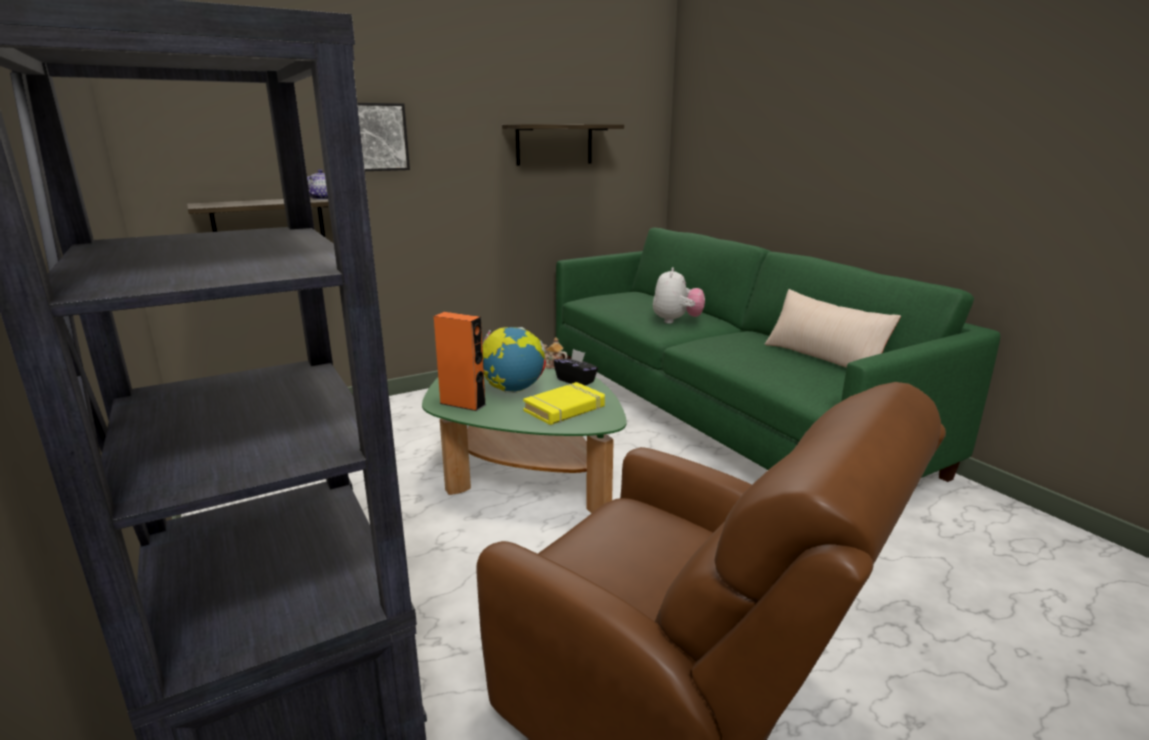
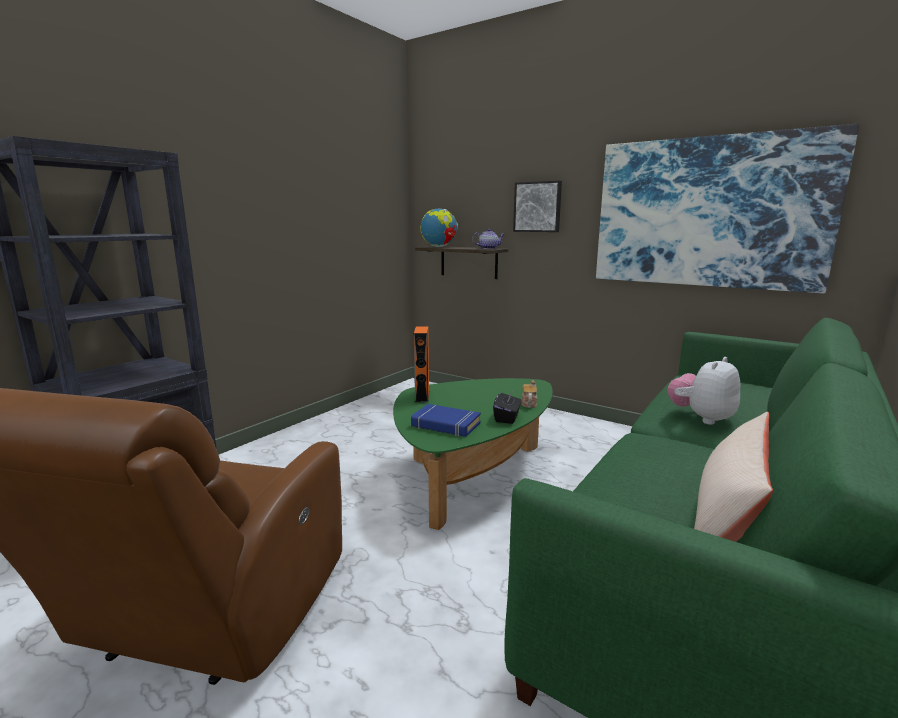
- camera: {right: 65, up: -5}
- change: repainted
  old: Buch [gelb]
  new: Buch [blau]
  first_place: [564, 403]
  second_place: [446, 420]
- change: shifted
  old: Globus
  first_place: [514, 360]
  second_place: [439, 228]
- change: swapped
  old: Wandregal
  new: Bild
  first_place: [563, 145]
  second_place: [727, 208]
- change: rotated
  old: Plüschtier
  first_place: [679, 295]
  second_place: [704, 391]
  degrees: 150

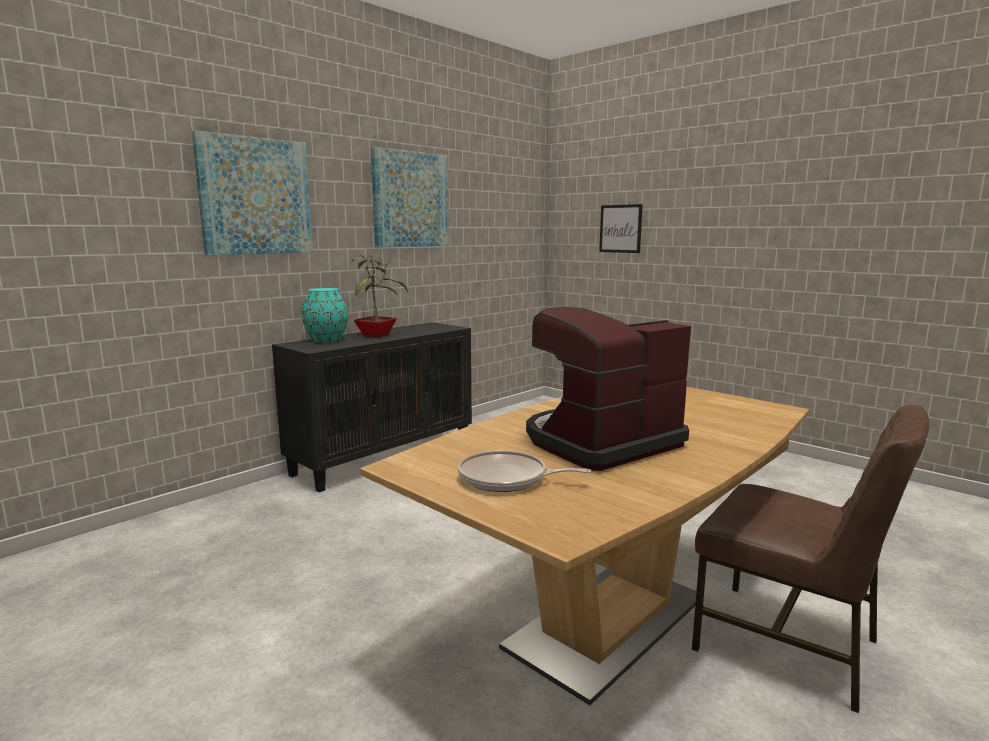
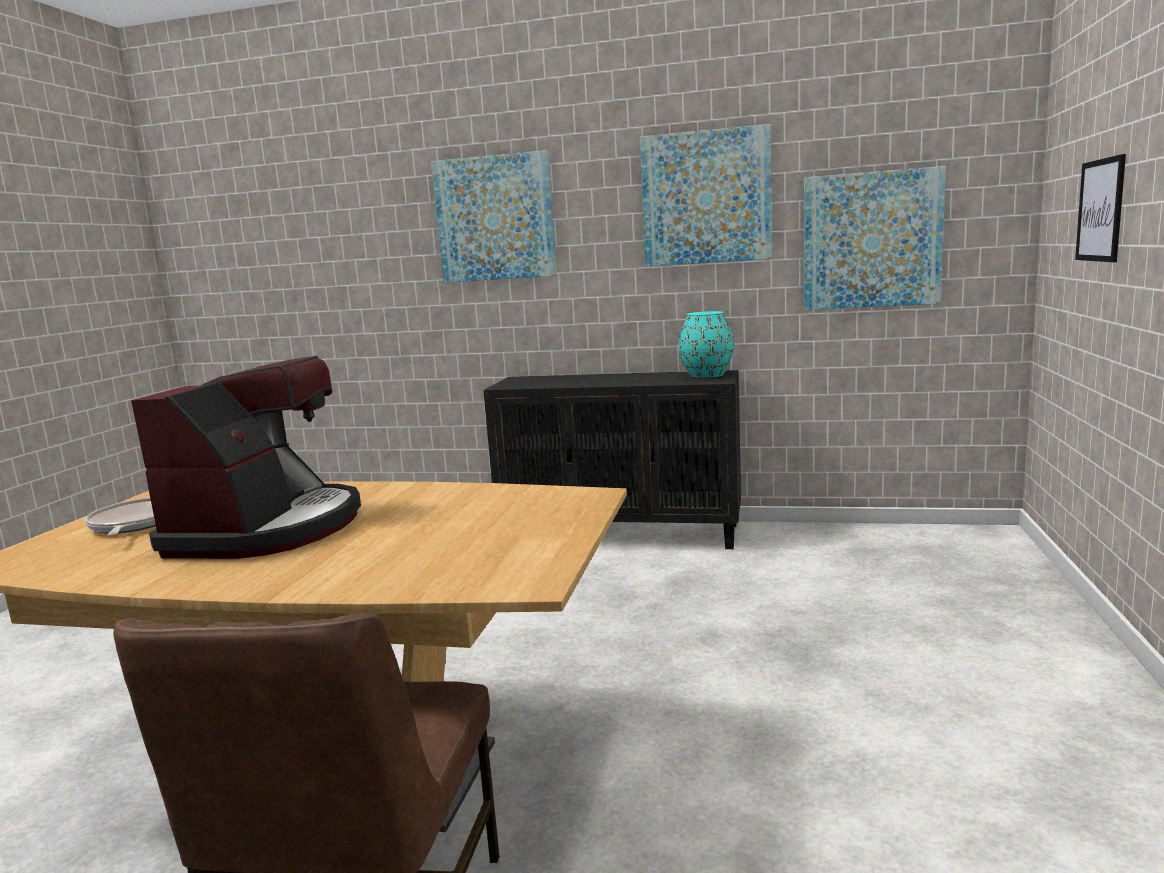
- camera: {right: 60, up: 0}
- change: rotated
  old: Kaffeemaschine
  first_place: [608, 389]
  second_place: [246, 457]
  degrees: 75
- change: shifted
  old: Vase [türkis]
  first_place: [325, 315]
  second_place: [706, 344]
- change: new
  new: Bild
  second_place: [875, 238]
- change: gone
  old: Topfpflanze
  first_place: [379, 296]

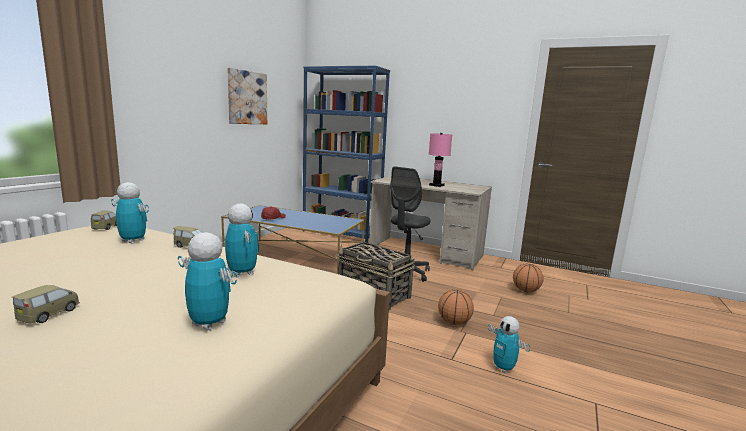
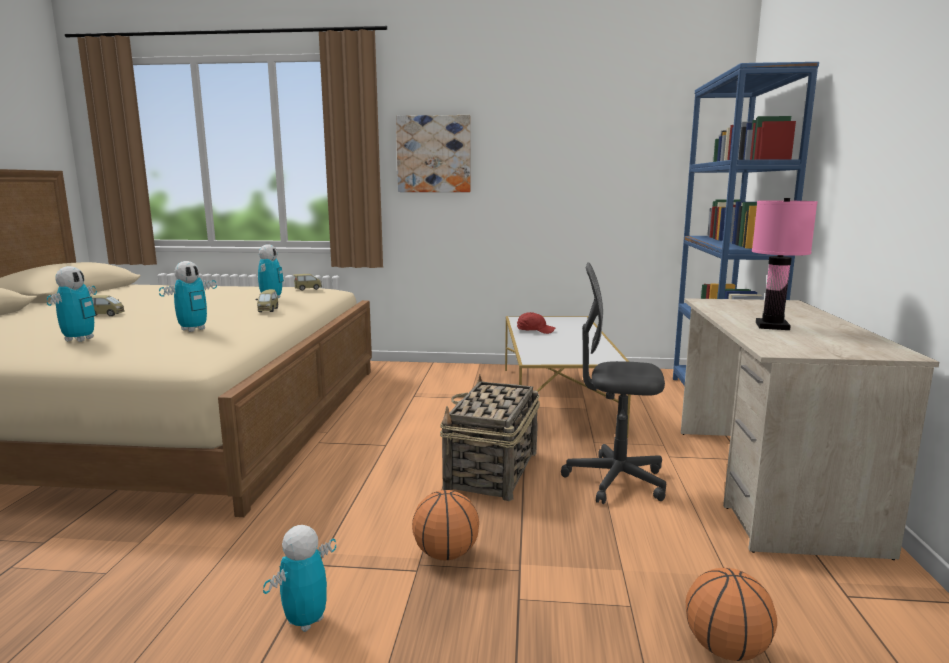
- camera: {right: 70, up: 0}
- change: shifted
  old: Bild
  first_place: [247, 96]
  second_place: [433, 153]
- change: repainted
  old: Couchtisch [blau]
  new: Couchtisch [weiß]
  first_place: [293, 239]
  second_place: [568, 377]

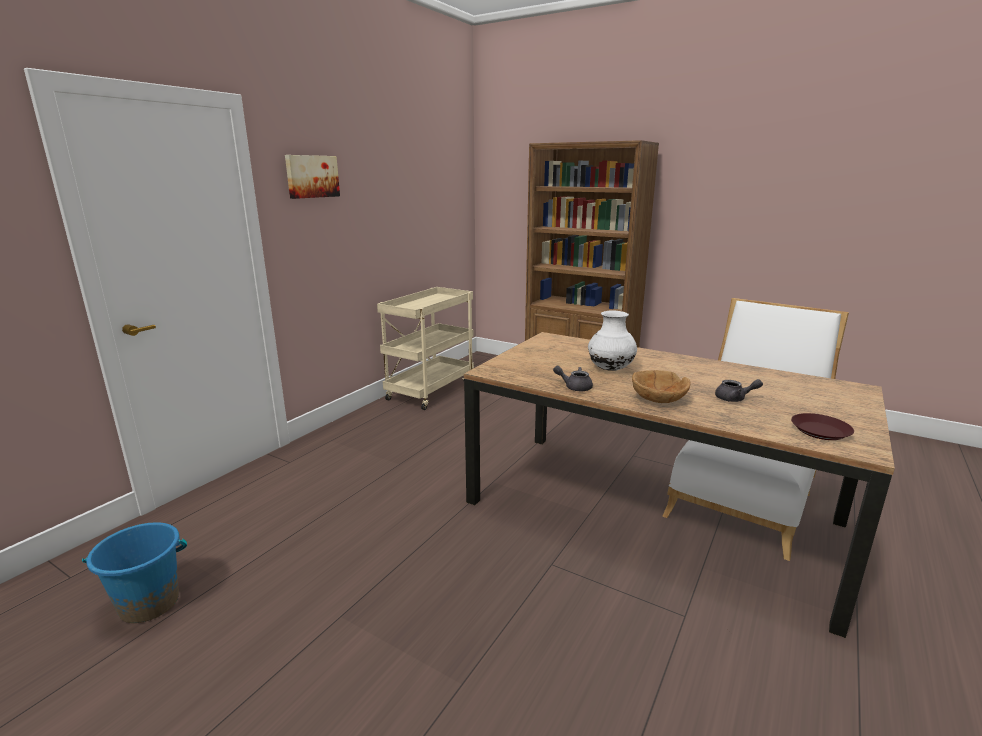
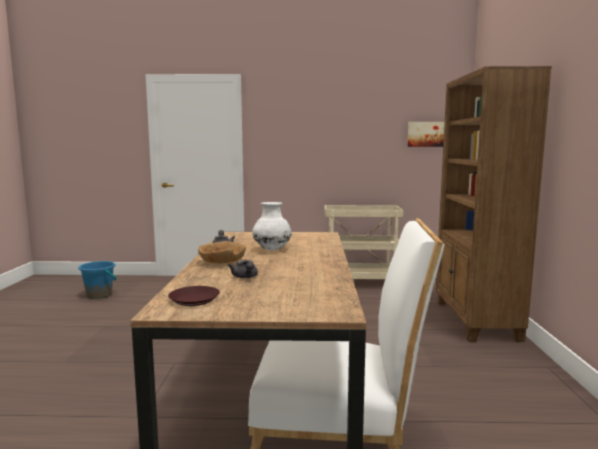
- camera: {right: 60, up: -10}
- change: shifted
  old: Bild
  first_place: [312, 177]
  second_place: [426, 134]

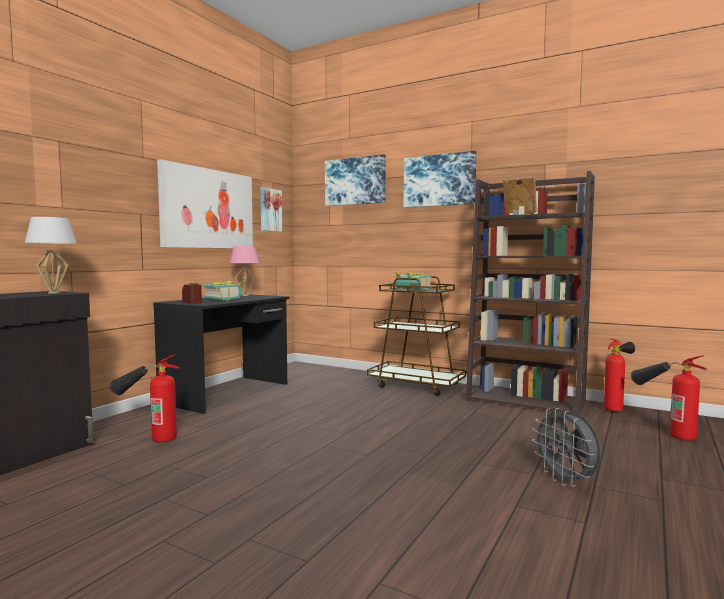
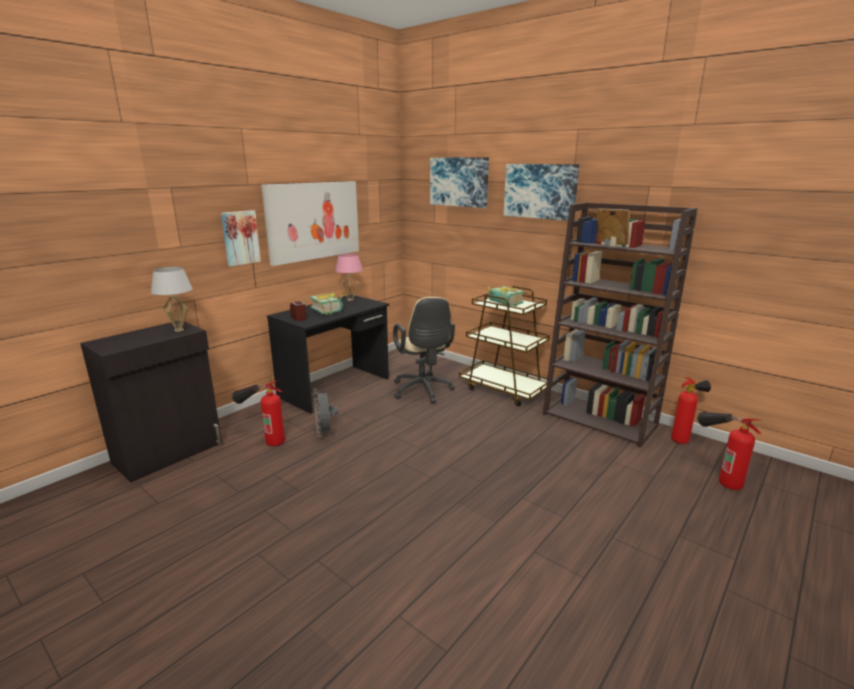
- camera: {right: 10, up: 15}
- change: shifted
  old: Bild
  first_place: [271, 209]
  second_place: [241, 238]
- change: shifted
  old: Ventilator [grau]
  first_place: [566, 447]
  second_place: [325, 412]
- change: new
  new: Bürostuhl [beige]
  second_place: [424, 350]

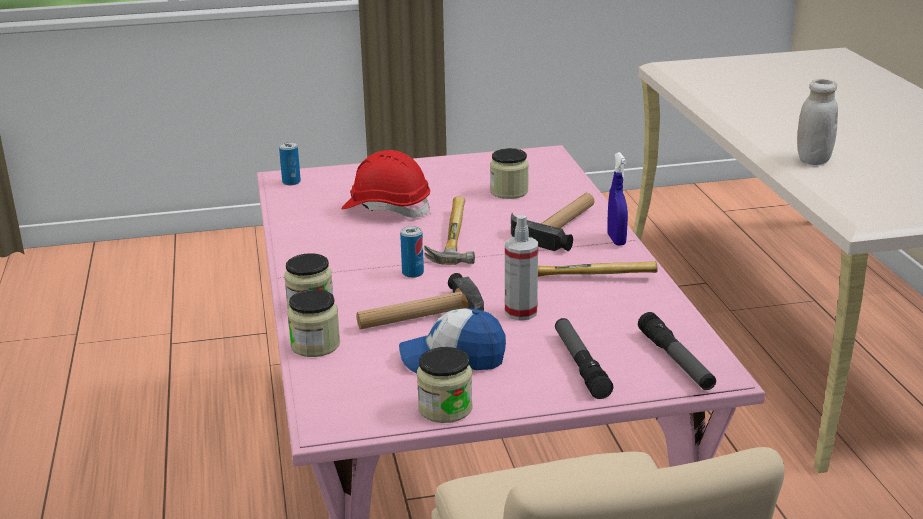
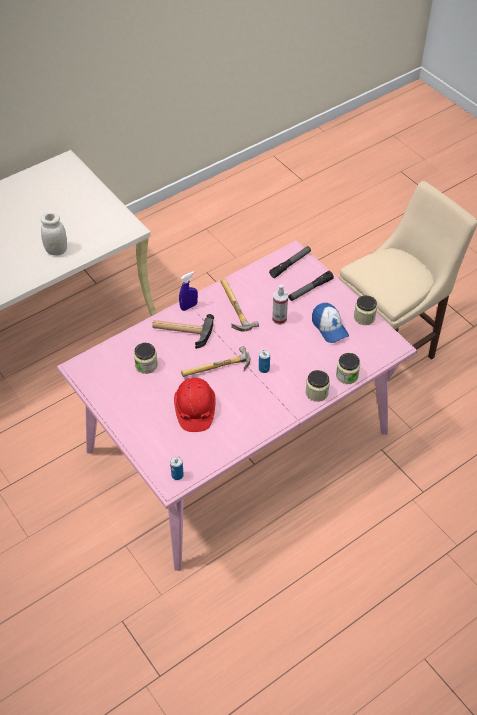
- camera: {right: -115, up: 25}
- change: gone
  old: Hammer
  first_place: [420, 301]

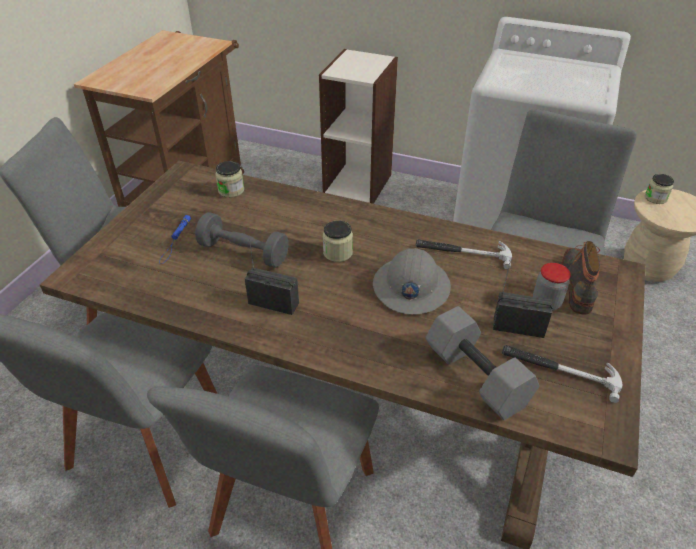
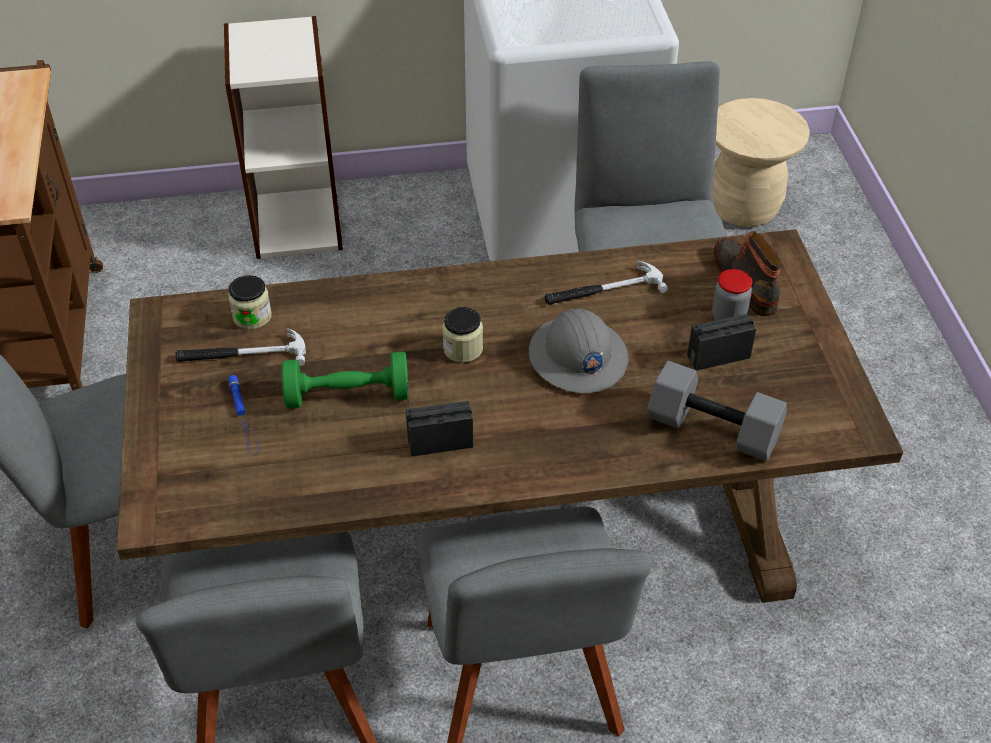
- camera: {right: -30, up: 5}
- change: shifted
  old: Hammer
  first_place: [562, 374]
  second_place: [240, 347]
- change: repainted
  old: Hantel [grau]
  new: Hantel [grün]
  first_place: [242, 240]
  second_place: [345, 380]
- change: gone
  old: Vorratsglas
  first_place: [659, 189]

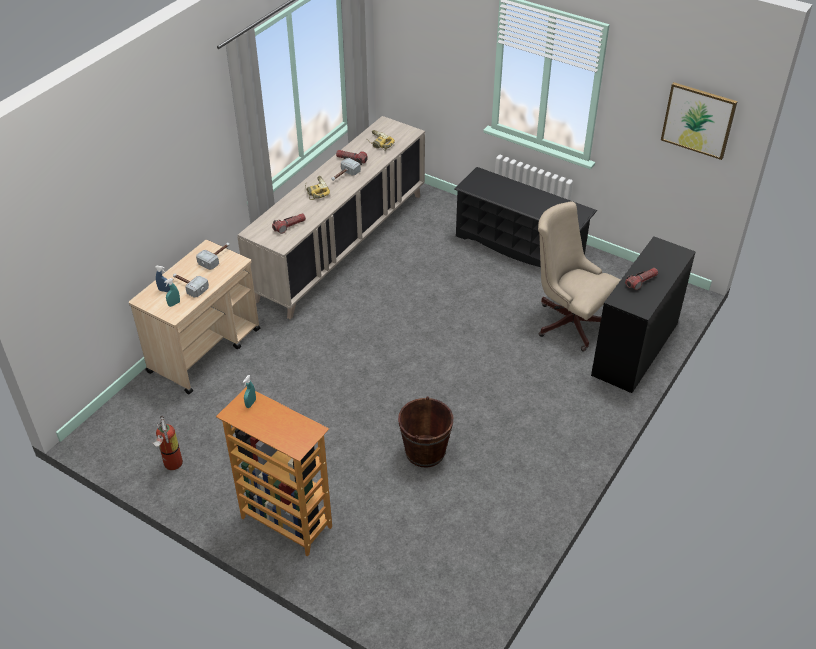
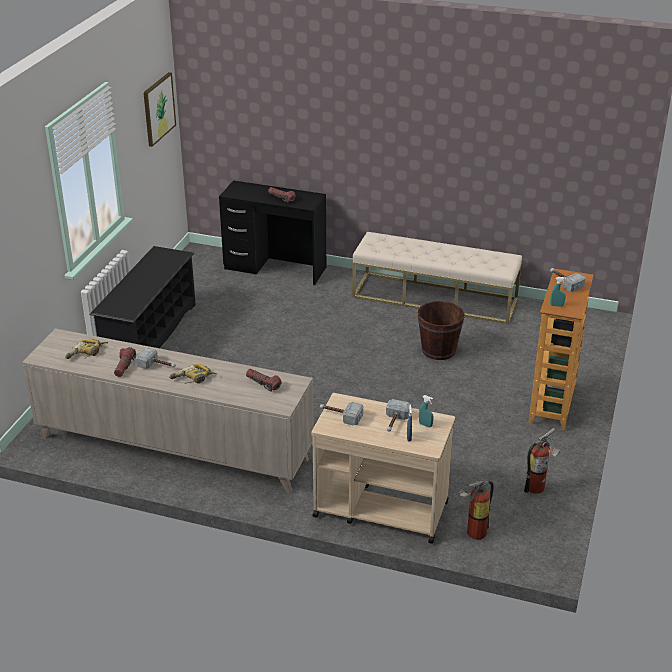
- camera: {right: -105, up: -10}
- change: new
  new: Bank [beige]
  second_place: [437, 278]
- change: new
  new: Feuerlöscher
  second_place: [476, 509]
- change: new
  new: Hammer
  second_place: [568, 280]
- change: gone
  old: Bürostuhl [beige]
  first_place: [579, 277]

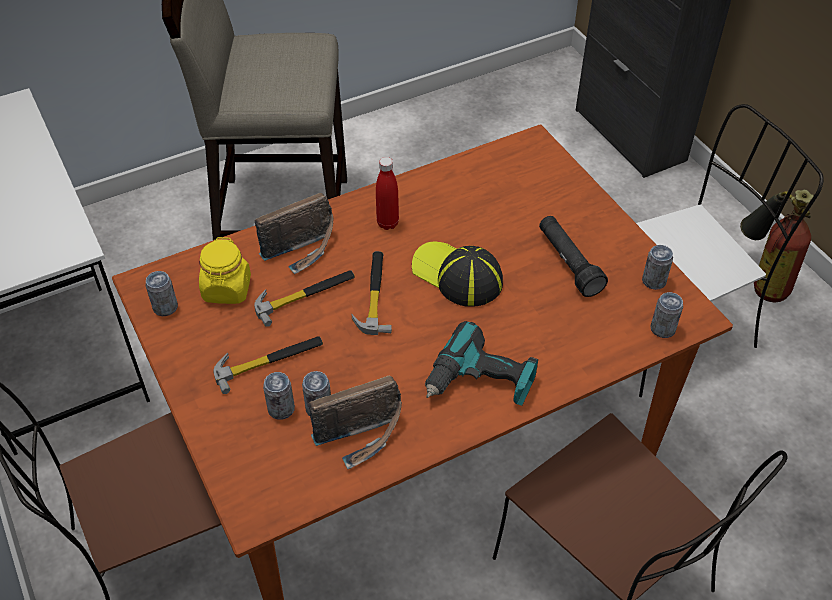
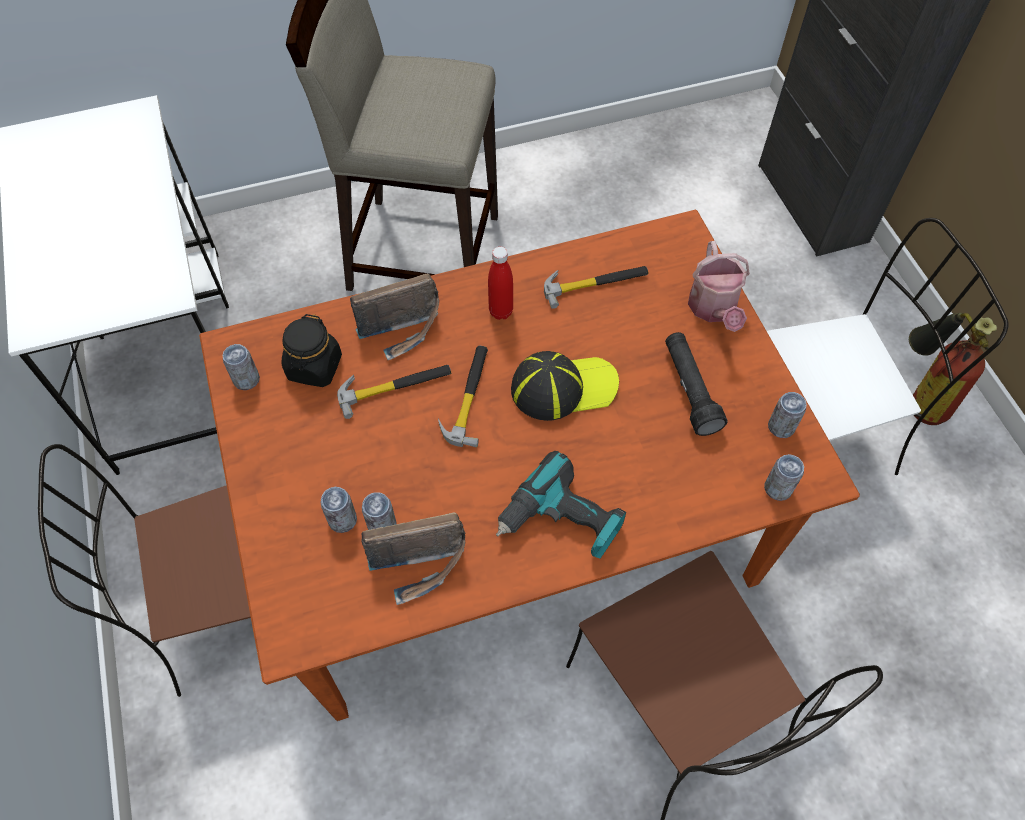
- camera: {right: 10, up: 10}
- change: repainted
  old: Vorratsglas [gelb]
  new: Vorratsglas [schwarz]
  first_place: [225, 270]
  second_place: [312, 350]
- change: rotated
  old: Kappe
  first_place: [457, 274]
  second_place: [565, 386]
  degrees: 120
- change: shifted
  old: Hammer
  first_place: [268, 365]
  second_place: [596, 287]
- change: new
  new: Gießkanne
  second_place: [719, 286]

